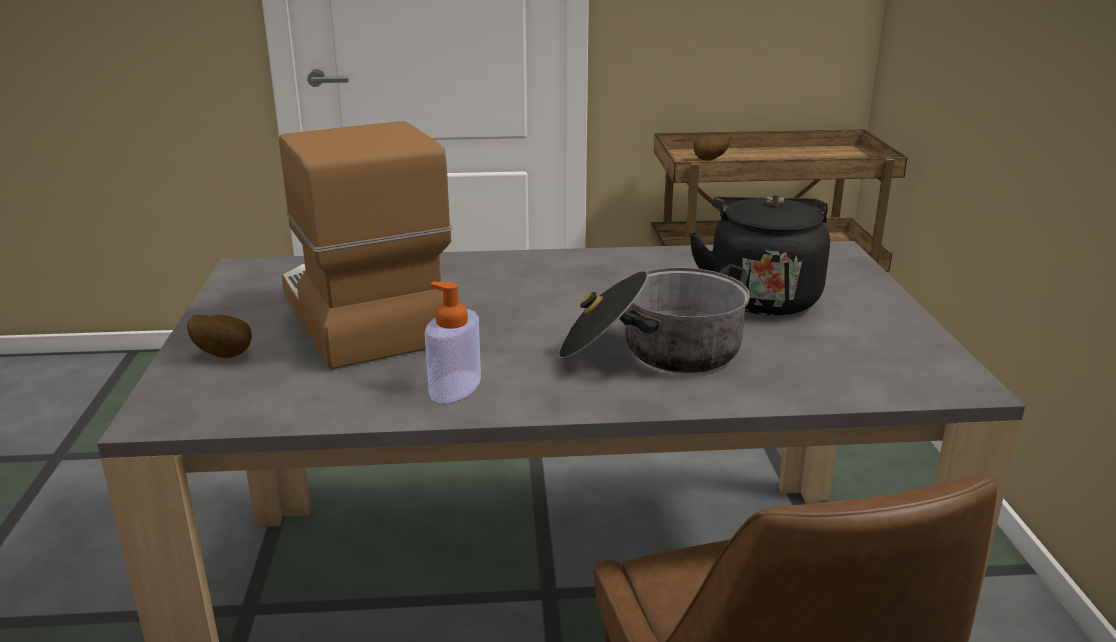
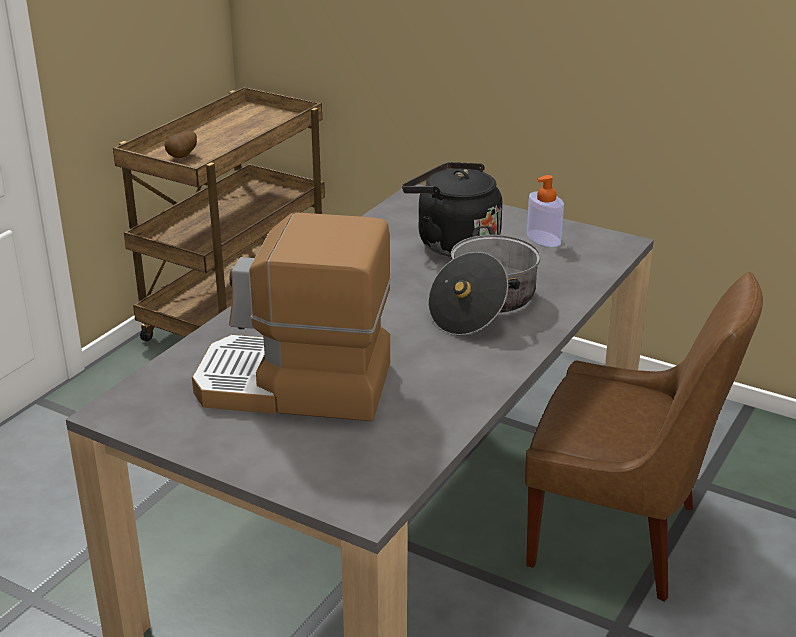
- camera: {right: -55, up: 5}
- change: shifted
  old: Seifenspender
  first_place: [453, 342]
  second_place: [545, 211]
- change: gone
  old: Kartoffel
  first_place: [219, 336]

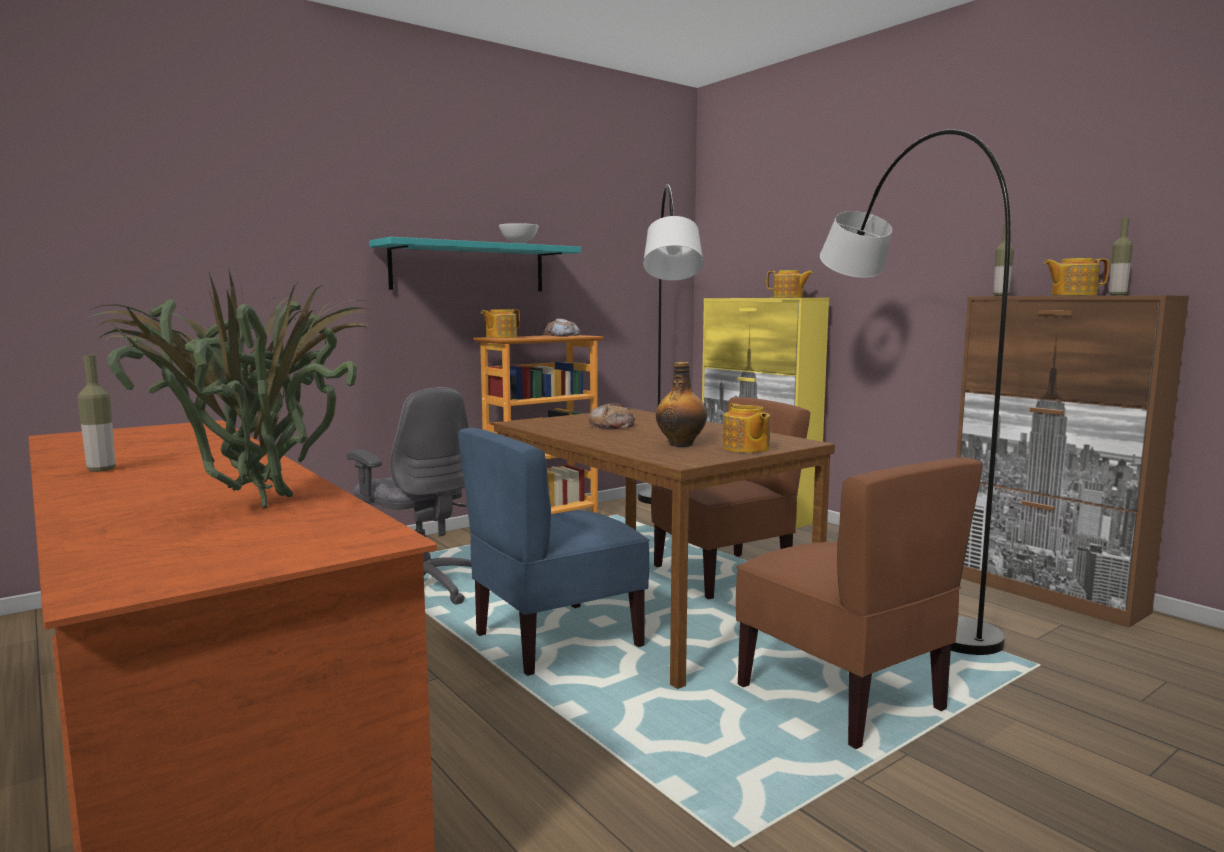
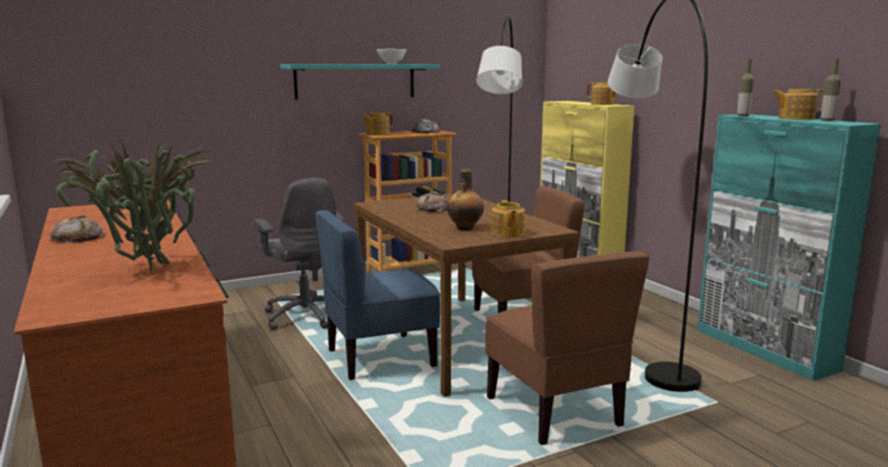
- camera: {right: 10, up: 5}
- change: swapped
  old: Flasche
  new: Brot
  first_place: [97, 413]
  second_place: [77, 229]
- change: repainted
  old: Schrank [braun]
  new: Schrank [türkis]
  first_place: [1072, 461]
  second_place: [789, 247]

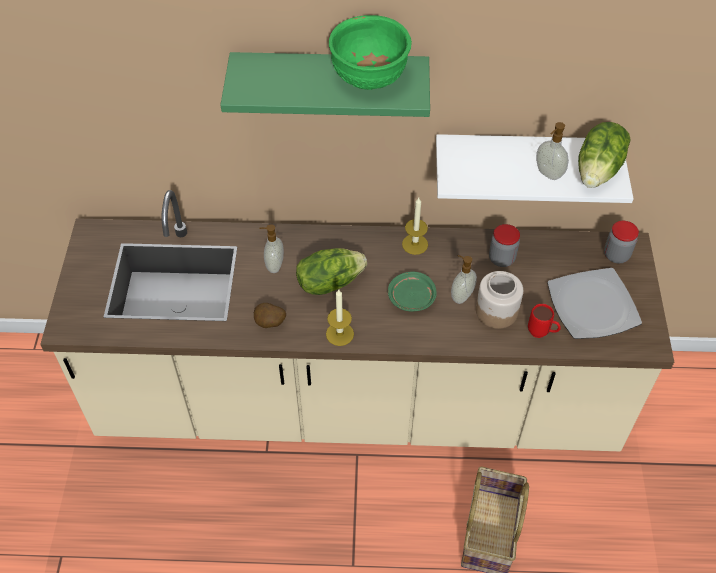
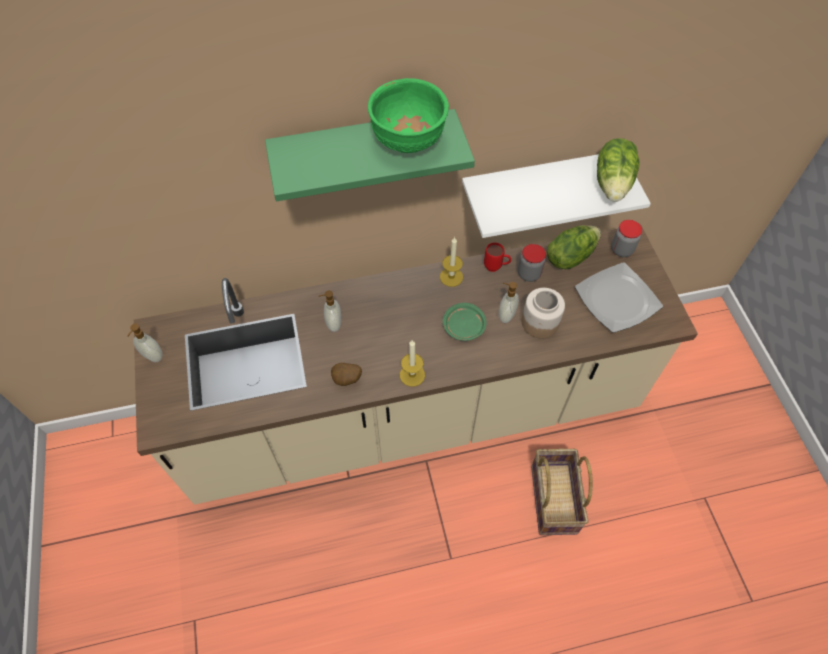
- camera: {right: -15, up: 5}
- change: shifted
  old: Seifenspender
  first_place: [552, 151]
  second_place: [145, 343]
- change: shifted
  old: Henkelbecher [rot]
  first_place: [544, 321]
  second_place: [497, 257]
- change: shifted
  old: Salatkopf
  first_place: [331, 271]
  second_place: [574, 247]

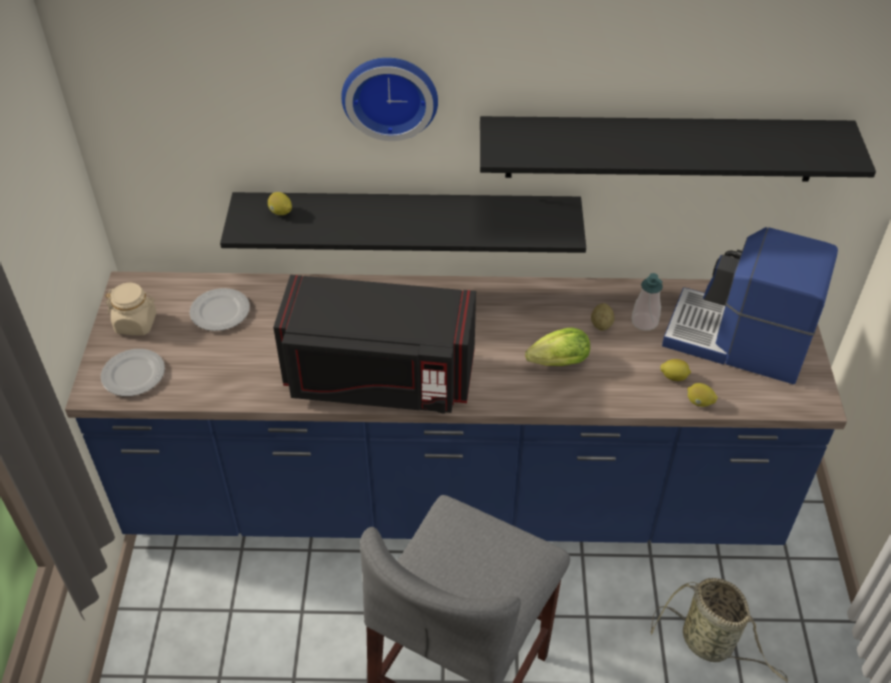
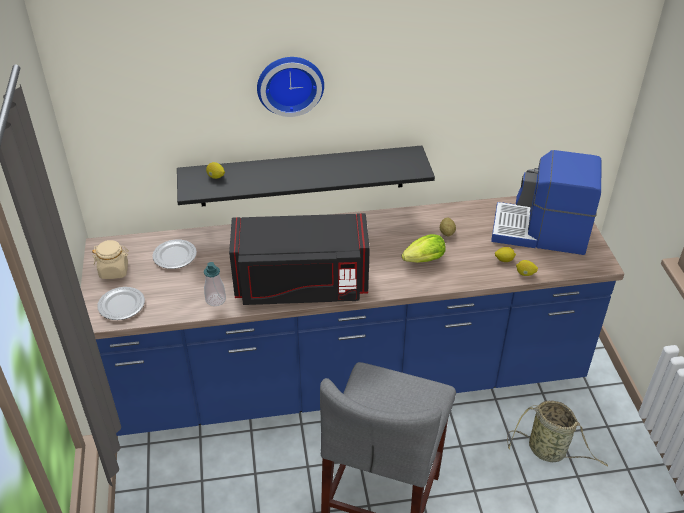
- camera: {right: -10, up: -5}
- change: shifted
  old: Seifenspender
  first_place: [647, 302]
  second_place: [215, 284]
- change: gone
  old: Wandregal [schwarz]
  first_place: [678, 148]

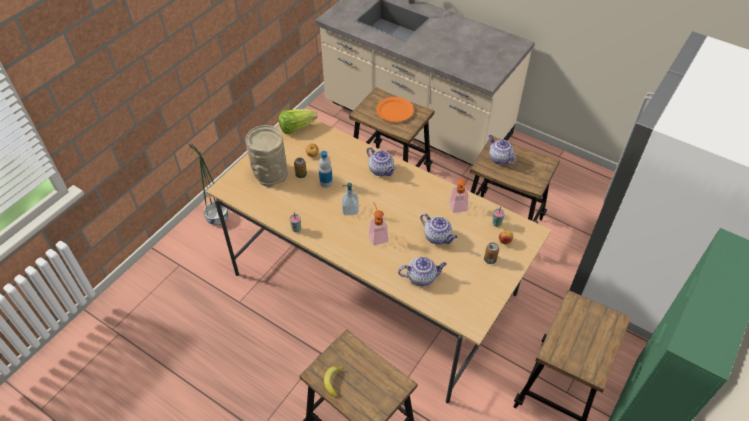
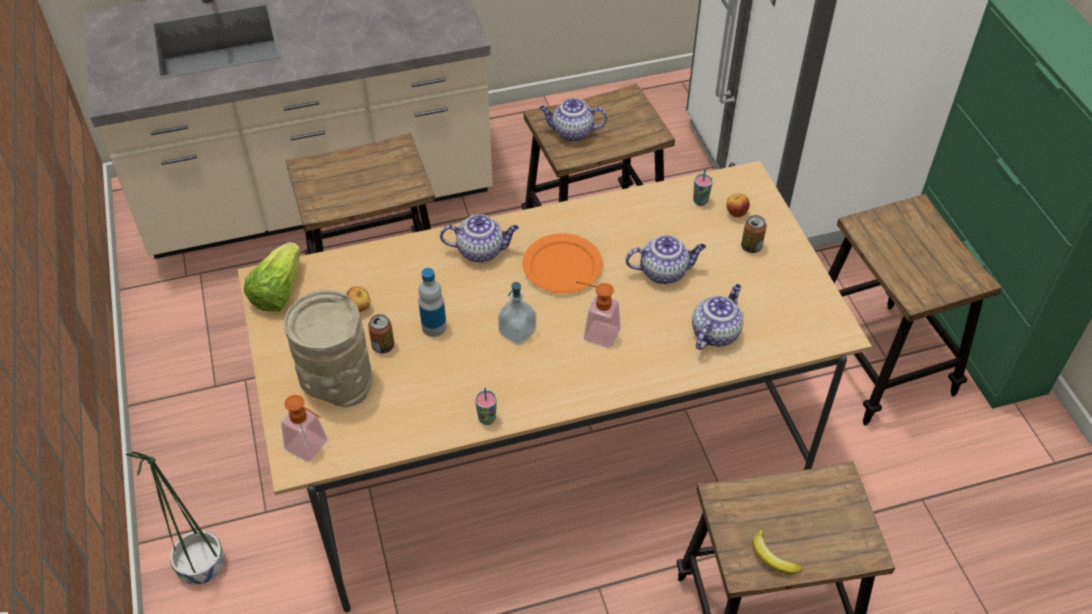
- camera: {right: -50, up: 0}
- change: shifted
  old: Seifenspender
  first_place: [458, 196]
  second_place: [304, 428]
- change: shifted
  old: Teller [orange]
  first_place: [395, 109]
  second_place: [563, 263]

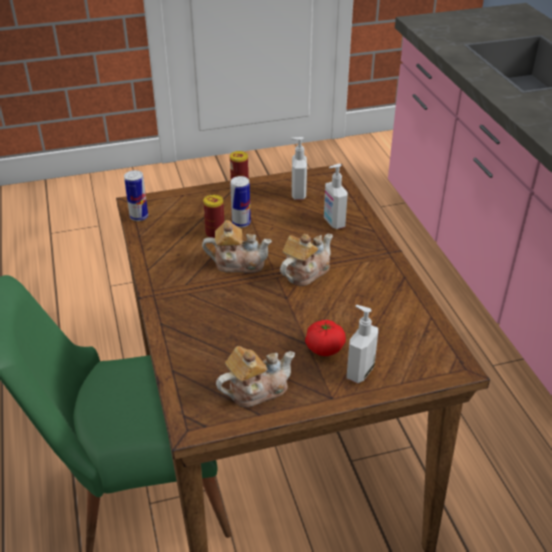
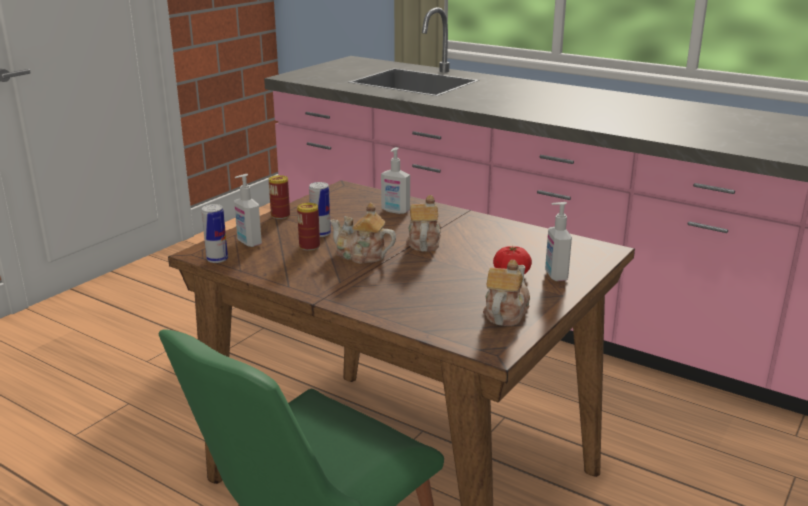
- camera: {right: -40, up: -15}
- change: shifted
  old: Seifenspender
  first_place: [299, 168]
  second_place: [248, 210]
- change: rotated
  old: Teekanne
  first_place: [237, 246]
  second_place: [363, 233]
  degrees: -120

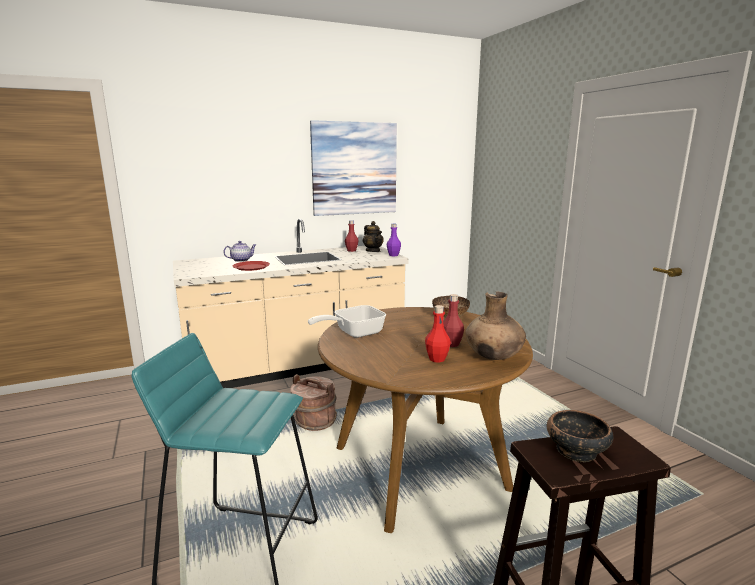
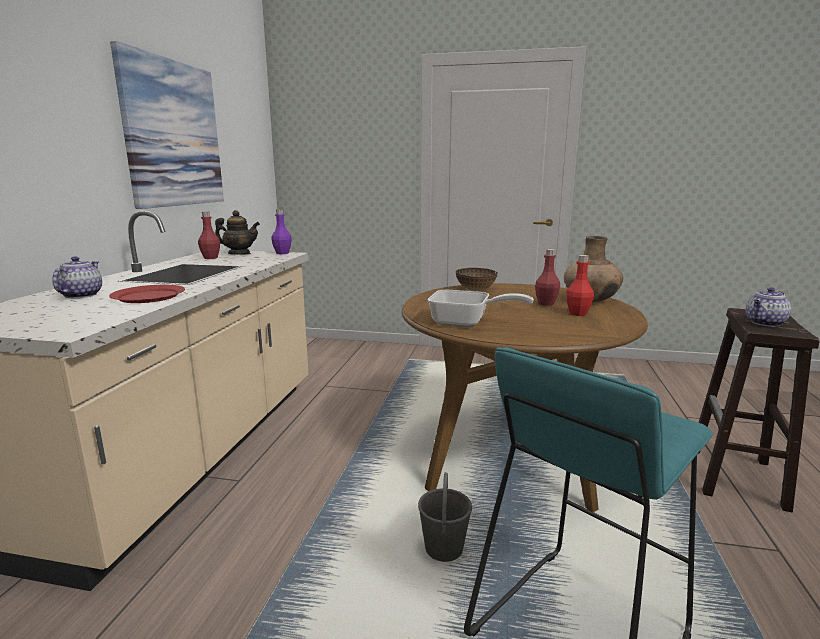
- camera: {right: -55, up: 0}
- change: new
  new: Eimer [grau]
  second_place: [445, 517]
- change: rotated
  old: Pfanne
  first_place: [347, 321]
  second_place: [481, 308]
  degrees: -75
- change: swapped
  old: Schüssel
  new: Teekanne
  first_place: [580, 436]
  second_place: [768, 307]
- change: gone
  old: Eimer [braun]
  first_place: [313, 402]

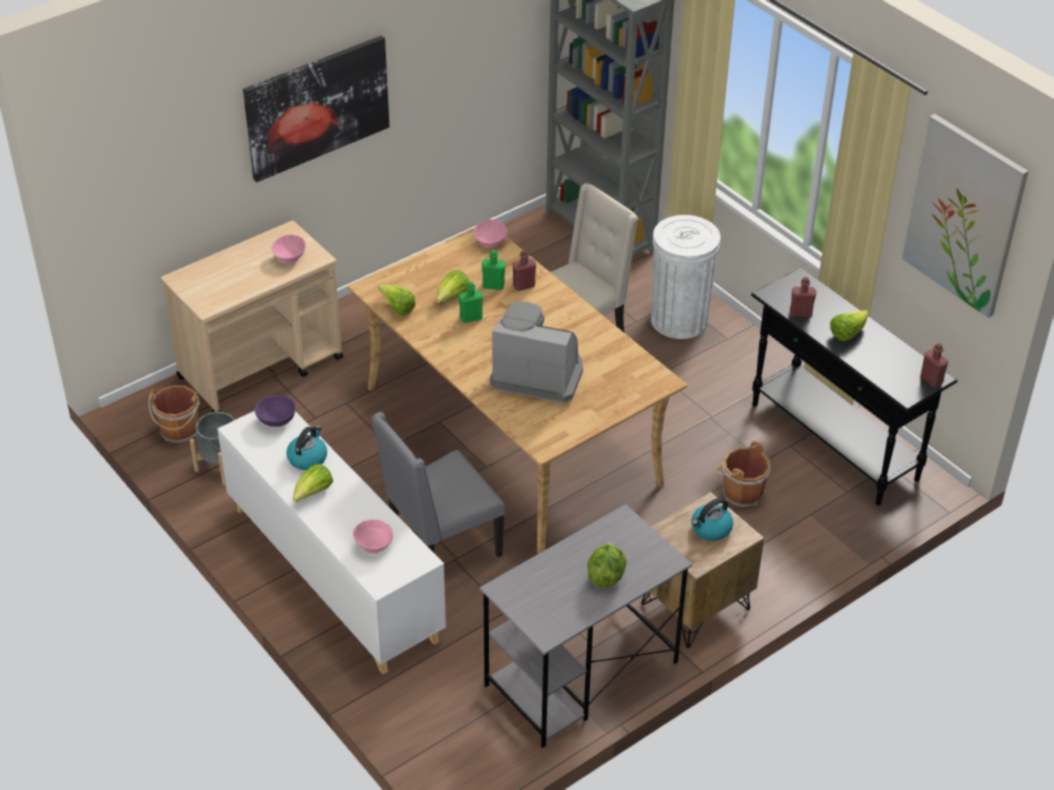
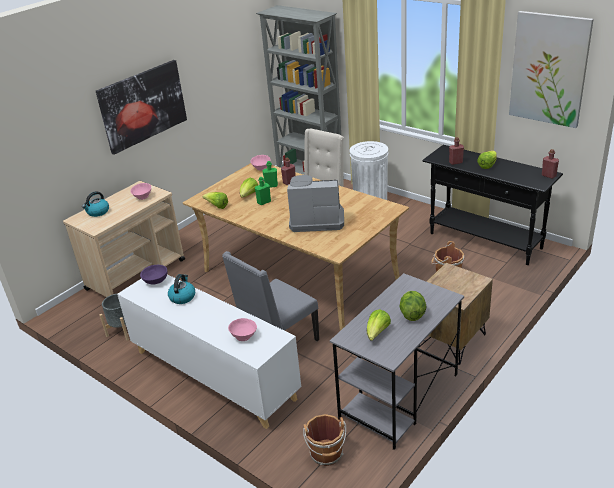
- camera: {right: -10, up: -10}
- change: shifted
  old: Wasserkessel
  first_place: [712, 519]
  second_place: [95, 204]
- change: shifted
  old: Eimer [braun]
  first_place: [174, 414]
  second_place: [324, 440]
- change: shifted
  old: Salatkopf
  first_place: [313, 483]
  second_place: [379, 325]

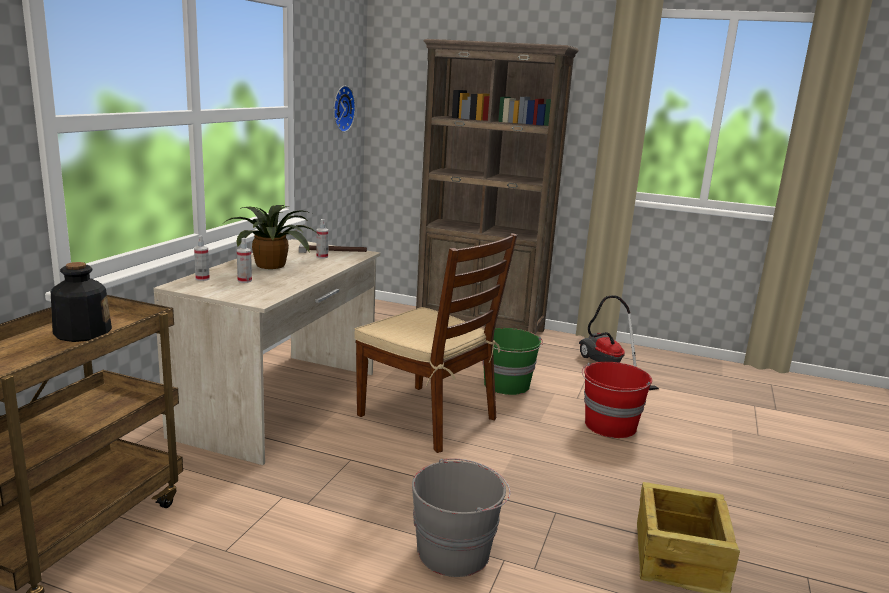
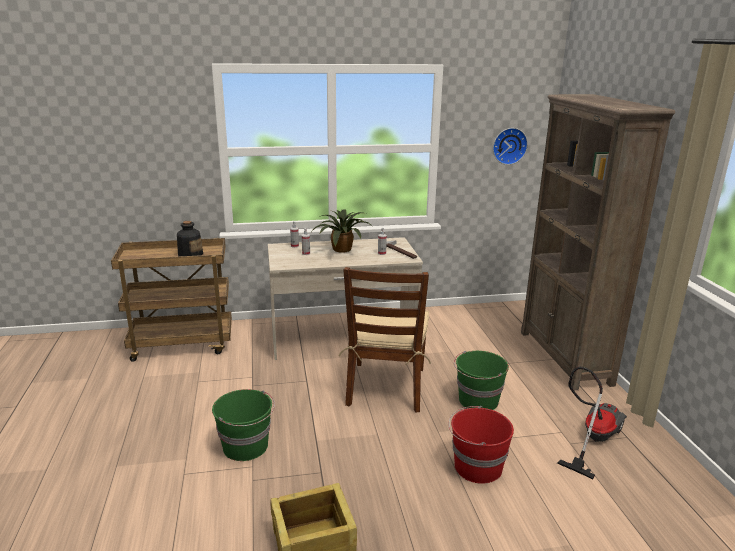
- camera: {right: 60, up: 5}
- change: repainted
  old: Eimer [grau]
  new: Eimer [grün]
  first_place: [461, 517]
  second_place: [243, 425]

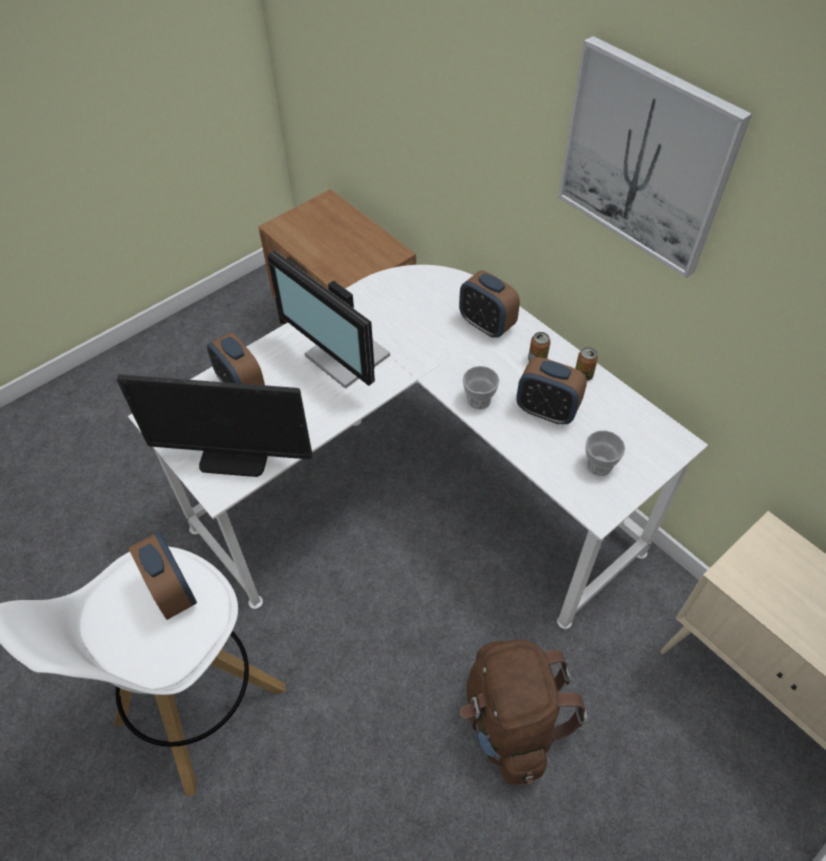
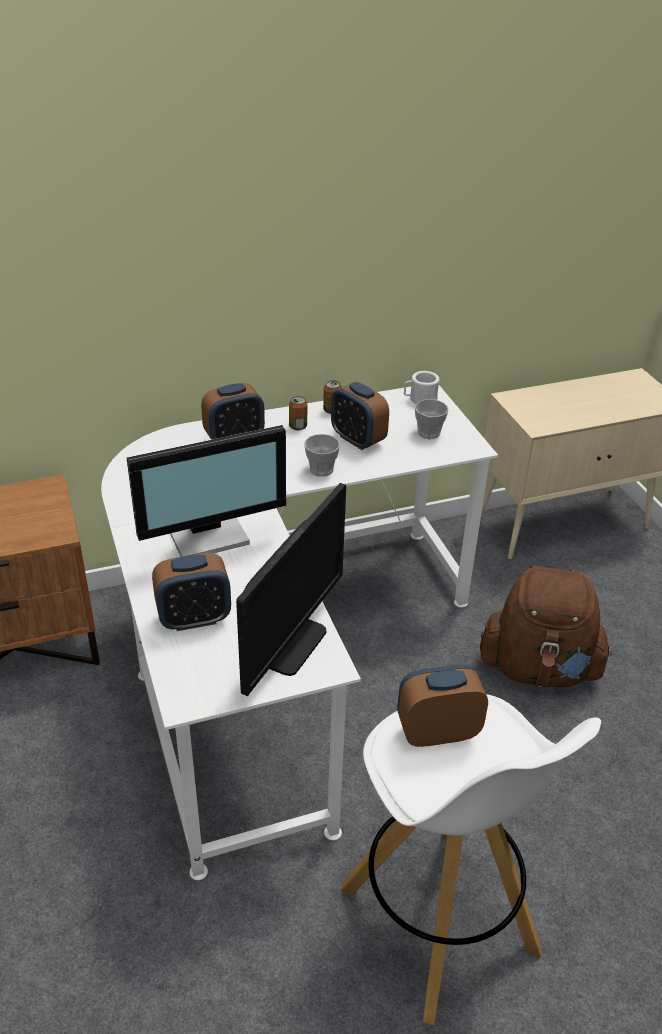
- camera: {right: -70, up: -15}
- change: rotated
  old: Wecker
  first_place: [551, 391]
  second_place: [360, 416]
  degrees: 90
- change: new
  new: Henkelbecher [weiß]
  second_place: [421, 387]
- change: gone
  old: Bild
  first_place: [655, 157]

